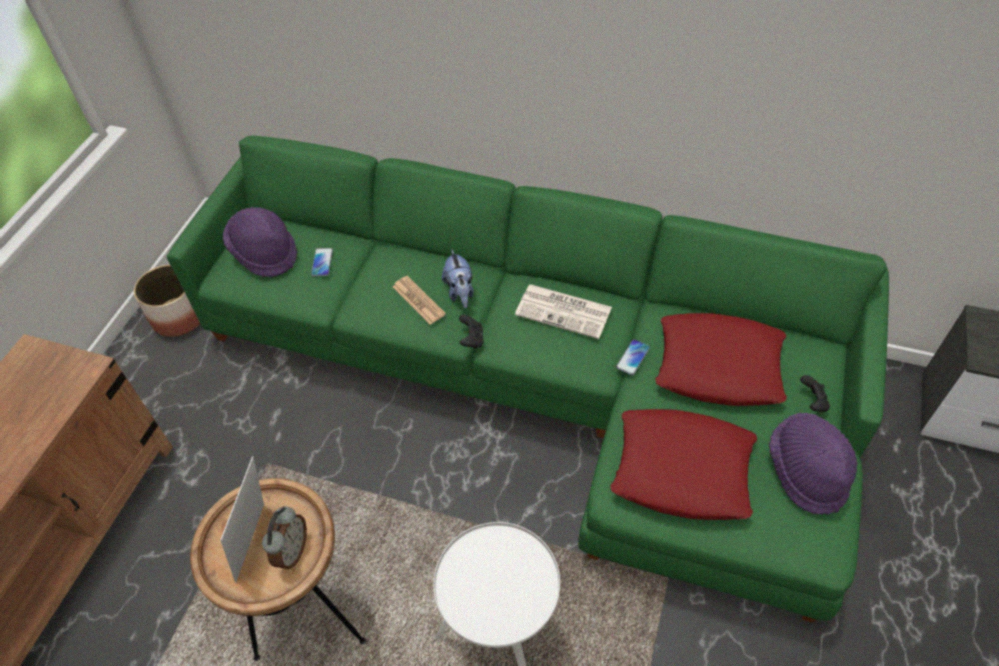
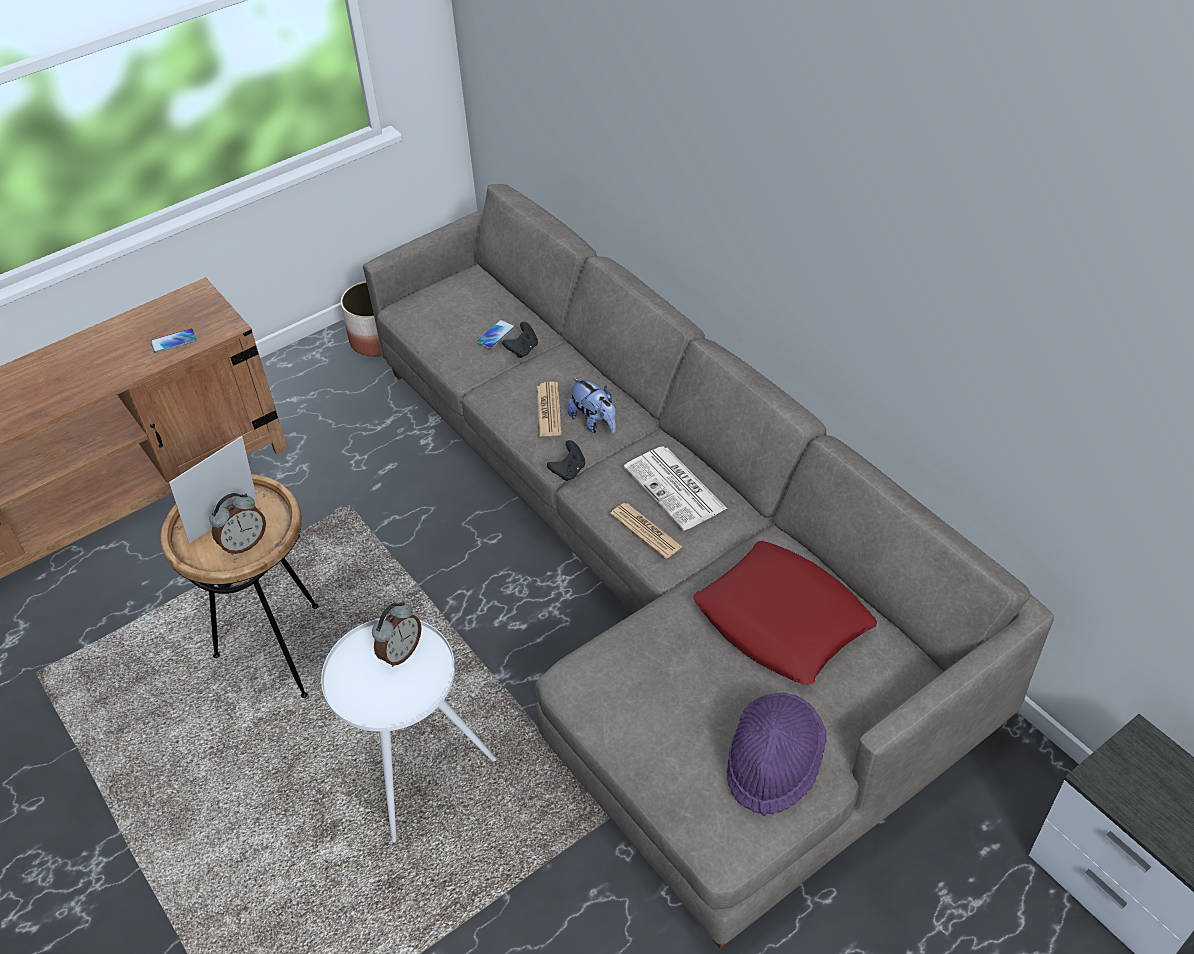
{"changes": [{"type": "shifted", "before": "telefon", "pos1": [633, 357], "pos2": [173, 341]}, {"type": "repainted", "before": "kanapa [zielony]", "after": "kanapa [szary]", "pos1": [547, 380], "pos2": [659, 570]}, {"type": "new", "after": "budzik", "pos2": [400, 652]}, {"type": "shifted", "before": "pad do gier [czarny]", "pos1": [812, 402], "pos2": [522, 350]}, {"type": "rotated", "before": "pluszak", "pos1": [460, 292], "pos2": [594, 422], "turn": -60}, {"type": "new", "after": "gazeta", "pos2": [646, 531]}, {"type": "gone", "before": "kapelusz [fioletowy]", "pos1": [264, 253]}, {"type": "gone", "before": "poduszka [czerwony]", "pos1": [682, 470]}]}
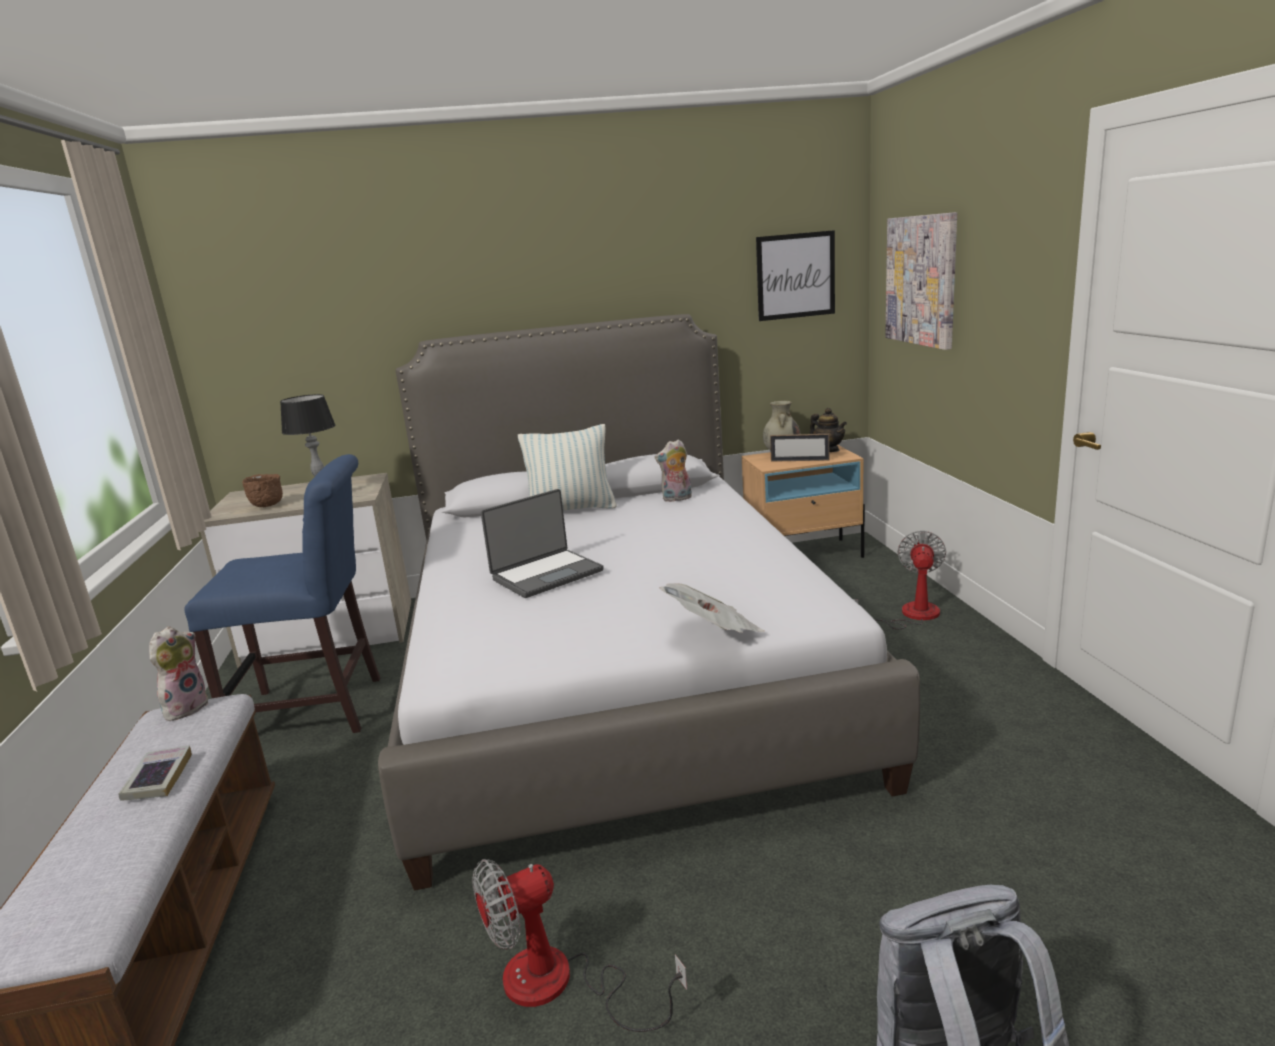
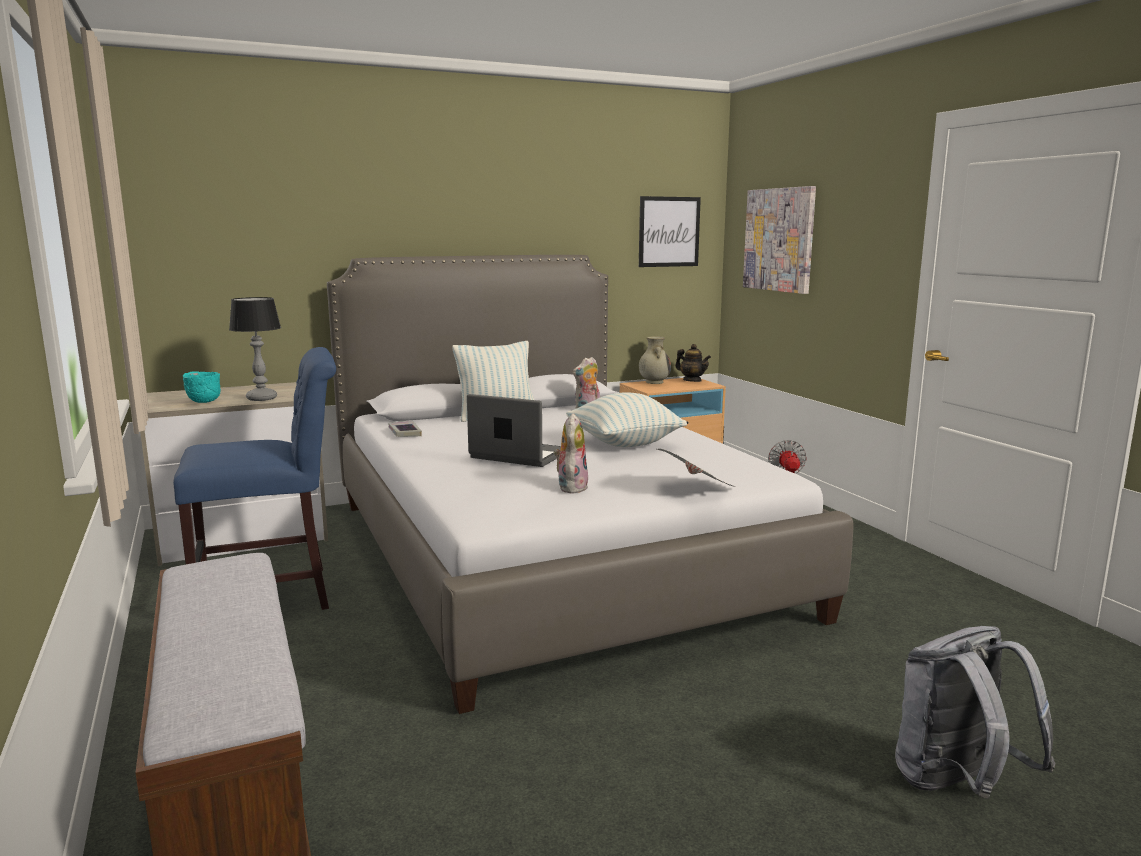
{"changes": [{"type": "repainted", "before": "miska [brązowy]", "after": "miska [turkusowy]", "pos1": [267, 506], "pos2": [203, 402]}, {"type": "shifted", "before": "książka", "pos1": [158, 778], "pos2": [404, 433]}, {"type": "rotated", "before": "laptop", "pos1": [546, 574], "pos2": [517, 456], "turn": -105}, {"type": "shifted", "before": "pluszak", "pos1": [186, 707], "pos2": [571, 487]}, {"type": "new", "after": "poduszka", "pos2": [624, 443]}, {"type": "gone", "before": "wentylator", "pos1": [560, 985]}, {"type": "gone", "before": "ramka na zdjęcie", "pos1": [800, 460]}]}
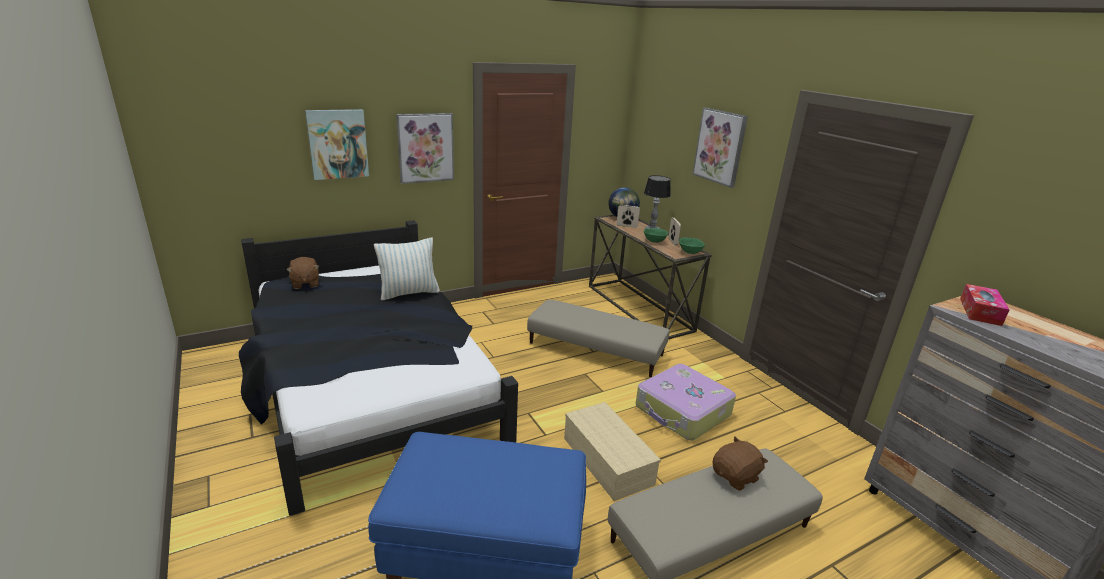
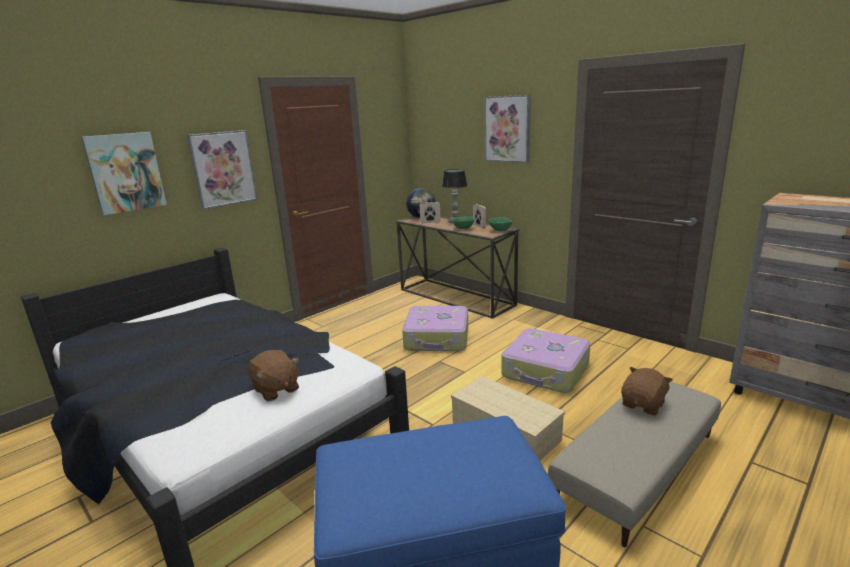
{"changes": [{"type": "shifted", "before": "pluszak [brązowy]", "pos1": [305, 283], "pos2": [276, 389]}, {"type": "swapped", "before": "pufa [beżowy]", "after": "walizka", "pos1": [596, 349], "pos2": [437, 338]}, {"type": "gone", "before": "poduszka", "pos1": [409, 293]}, {"type": "gone", "before": "pudełko chusteczek", "pos1": [980, 312]}]}
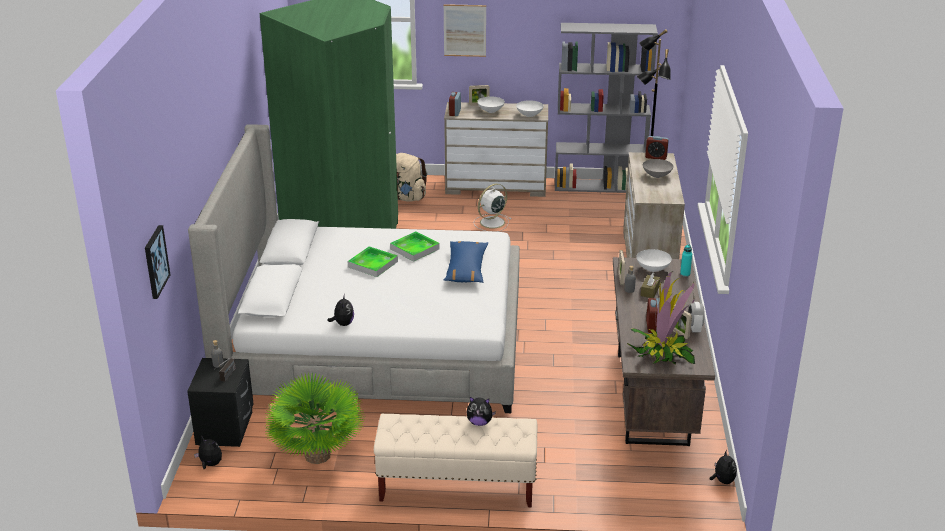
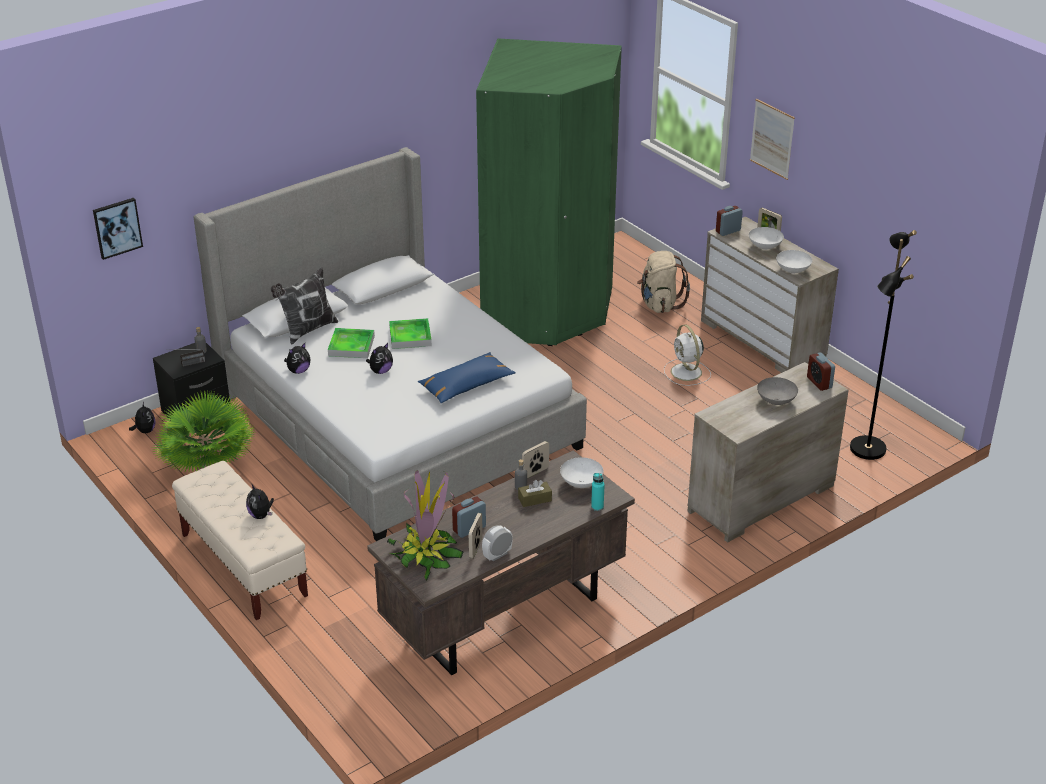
{"changes": [{"type": "new", "after": "poduszka", "pos2": [307, 330]}, {"type": "shifted", "before": "taca", "pos1": [414, 249], "pos2": [351, 346]}, {"type": "shifted", "before": "pluszak", "pos1": [722, 481], "pos2": [380, 371]}, {"type": "rotated", "before": "wentylator [biały]", "pos1": [491, 223], "pos2": [687, 373], "turn": -120}, {"type": "gone", "before": "regał [szary]", "pos1": [599, 186]}]}
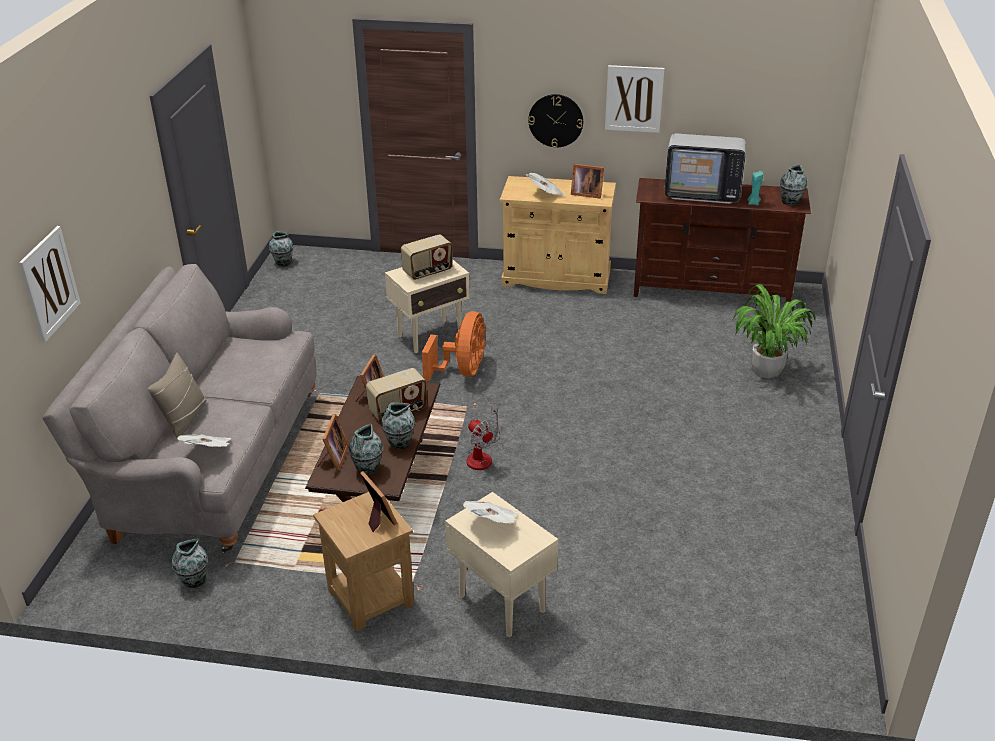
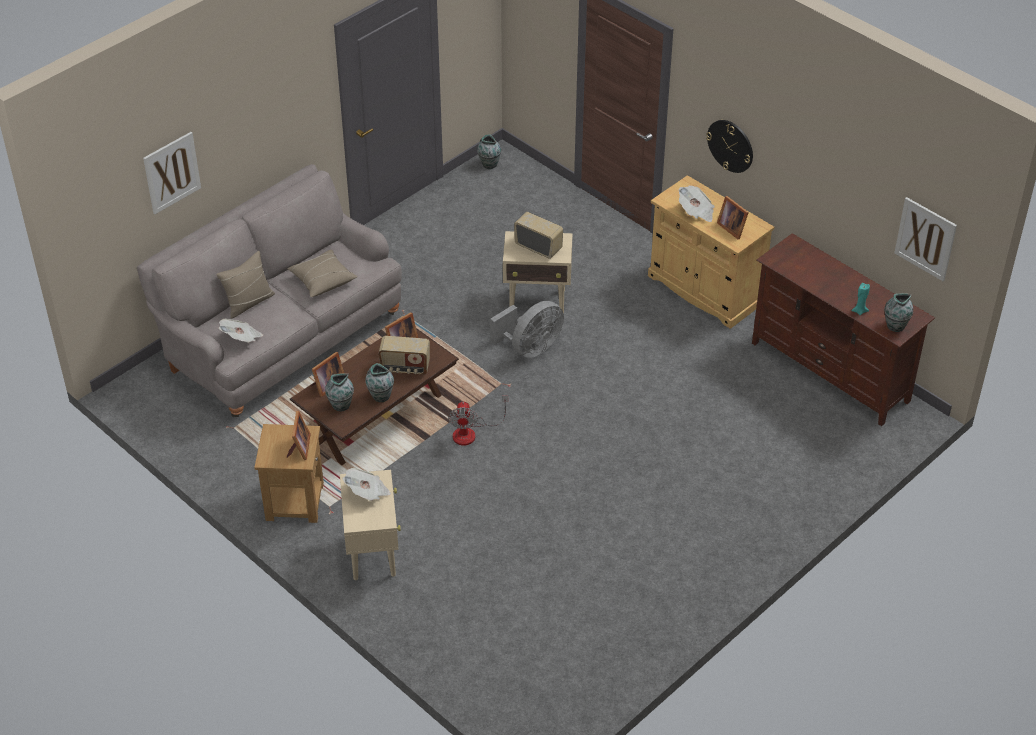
{"changes": [{"type": "new", "after": "poduszka [beżowy]", "pos2": [322, 280]}, {"type": "repainted", "before": "wentylator [pomarańczowy]", "after": "wentylator [szary]", "pos1": [462, 371], "pos2": [530, 348]}, {"type": "rotated", "before": "radio", "pos1": [428, 272], "pos2": [538, 247], "turn": -150}, {"type": "shifted", "before": "obraz", "pos1": [634, 99], "pos2": [925, 238]}, {"type": "gone", "before": "wazon", "pos1": [194, 581]}, {"type": "gone", "before": "telewizor", "pos1": [702, 192]}, {"type": "gone", "before": "roślina doniczkowa", "pos1": [767, 370]}]}
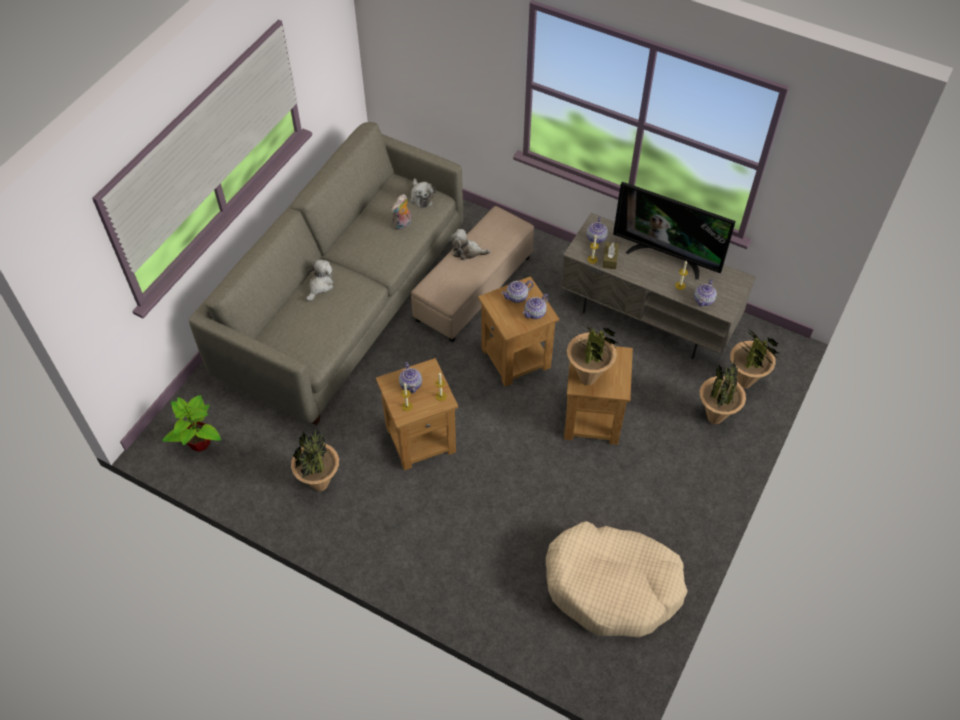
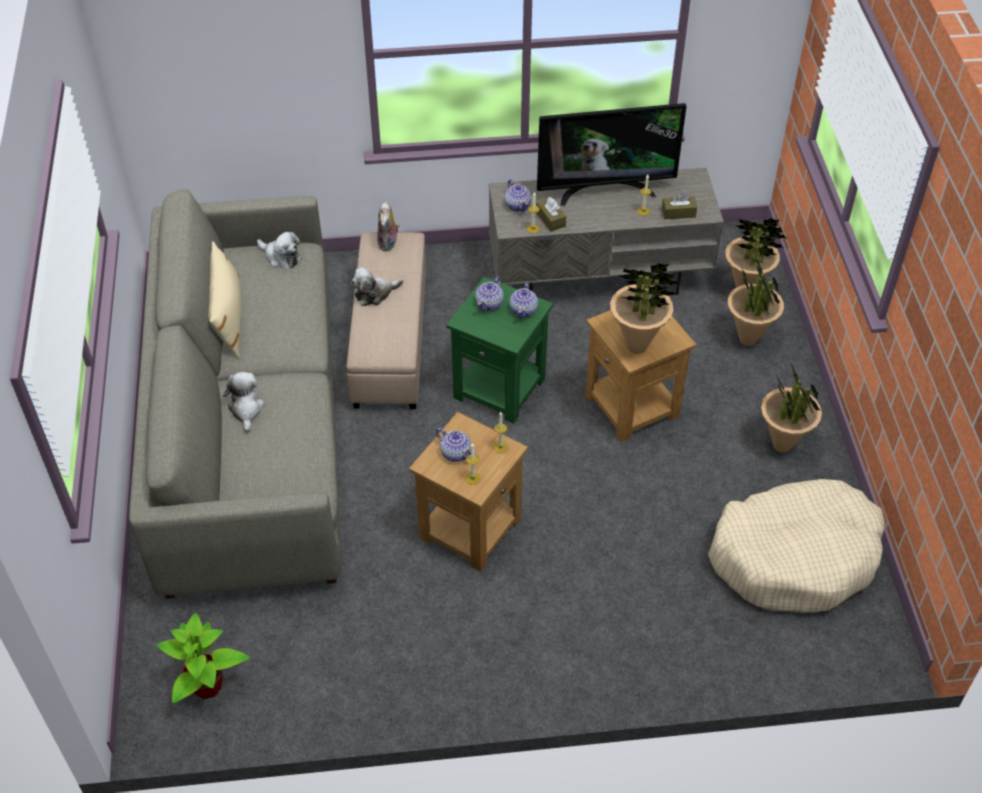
{"changes": [{"type": "new", "after": "poduszka [beżowy]", "pos2": [229, 317]}, {"type": "shifted", "before": "pluszak", "pos1": [402, 225], "pos2": [389, 244]}, {"type": "repainted", "before": "stolik [brązowy]", "after": "stolik [zielony]", "pos1": [516, 358], "pos2": [500, 388]}, {"type": "swapped", "before": "imbryk", "after": "pudełko chusteczek [brązowy]", "pos1": [704, 300], "pos2": [678, 213]}, {"type": "shifted", "before": "roślina doniczkowa", "pos1": [320, 485], "pos2": [782, 445]}]}
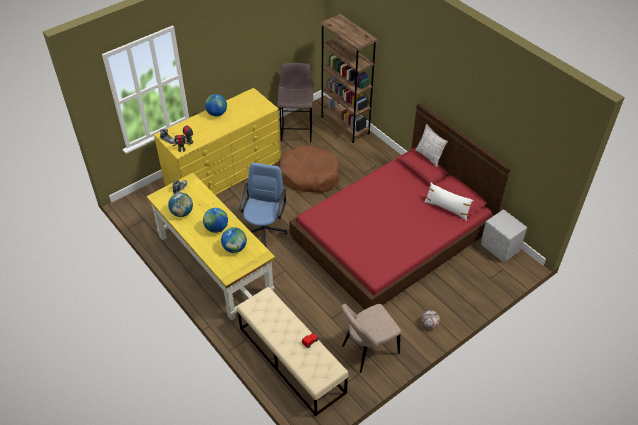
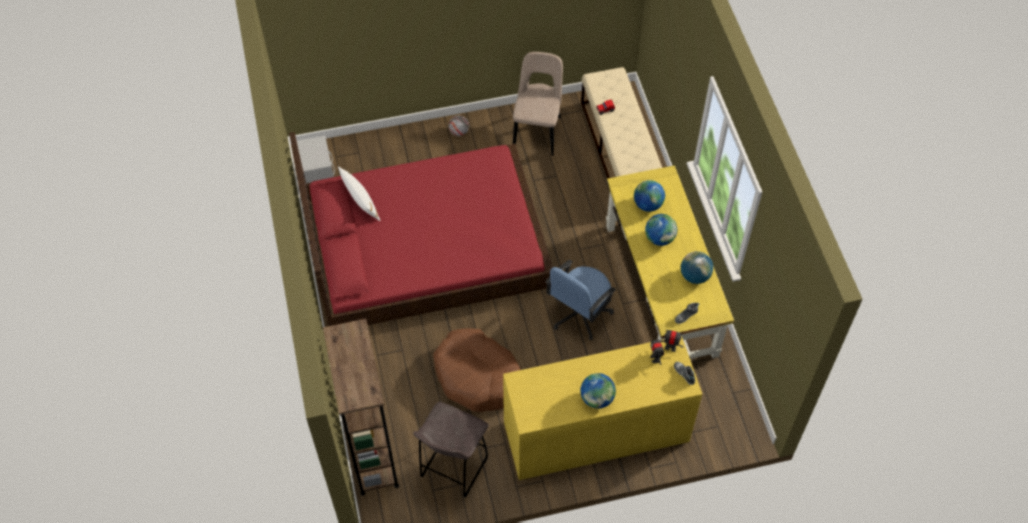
{"changes": [{"type": "rotated", "before": "krzesło [beżowy]", "pos1": [367, 351], "pos2": [538, 131], "turn": -75}, {"type": "gone", "before": "poduszka", "pos1": [429, 157]}]}
